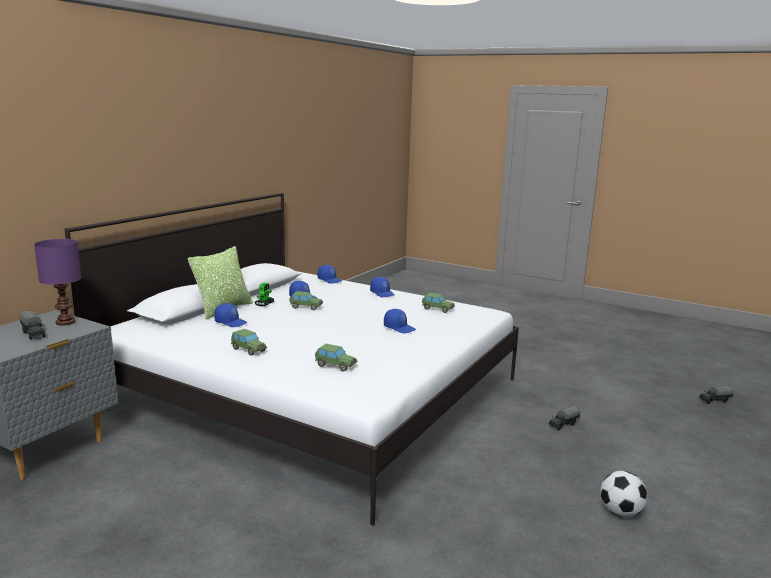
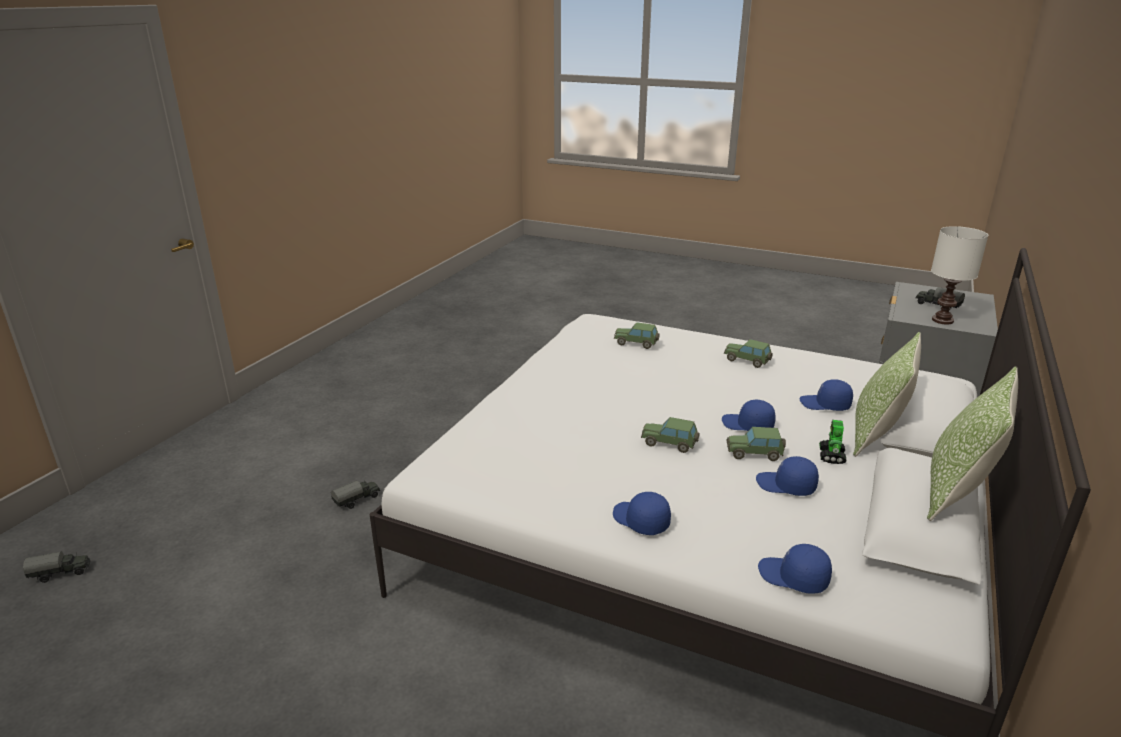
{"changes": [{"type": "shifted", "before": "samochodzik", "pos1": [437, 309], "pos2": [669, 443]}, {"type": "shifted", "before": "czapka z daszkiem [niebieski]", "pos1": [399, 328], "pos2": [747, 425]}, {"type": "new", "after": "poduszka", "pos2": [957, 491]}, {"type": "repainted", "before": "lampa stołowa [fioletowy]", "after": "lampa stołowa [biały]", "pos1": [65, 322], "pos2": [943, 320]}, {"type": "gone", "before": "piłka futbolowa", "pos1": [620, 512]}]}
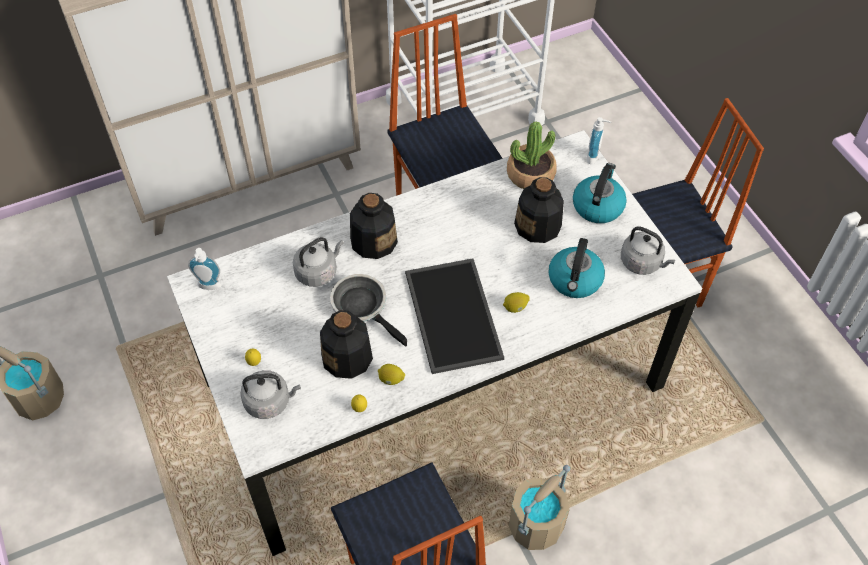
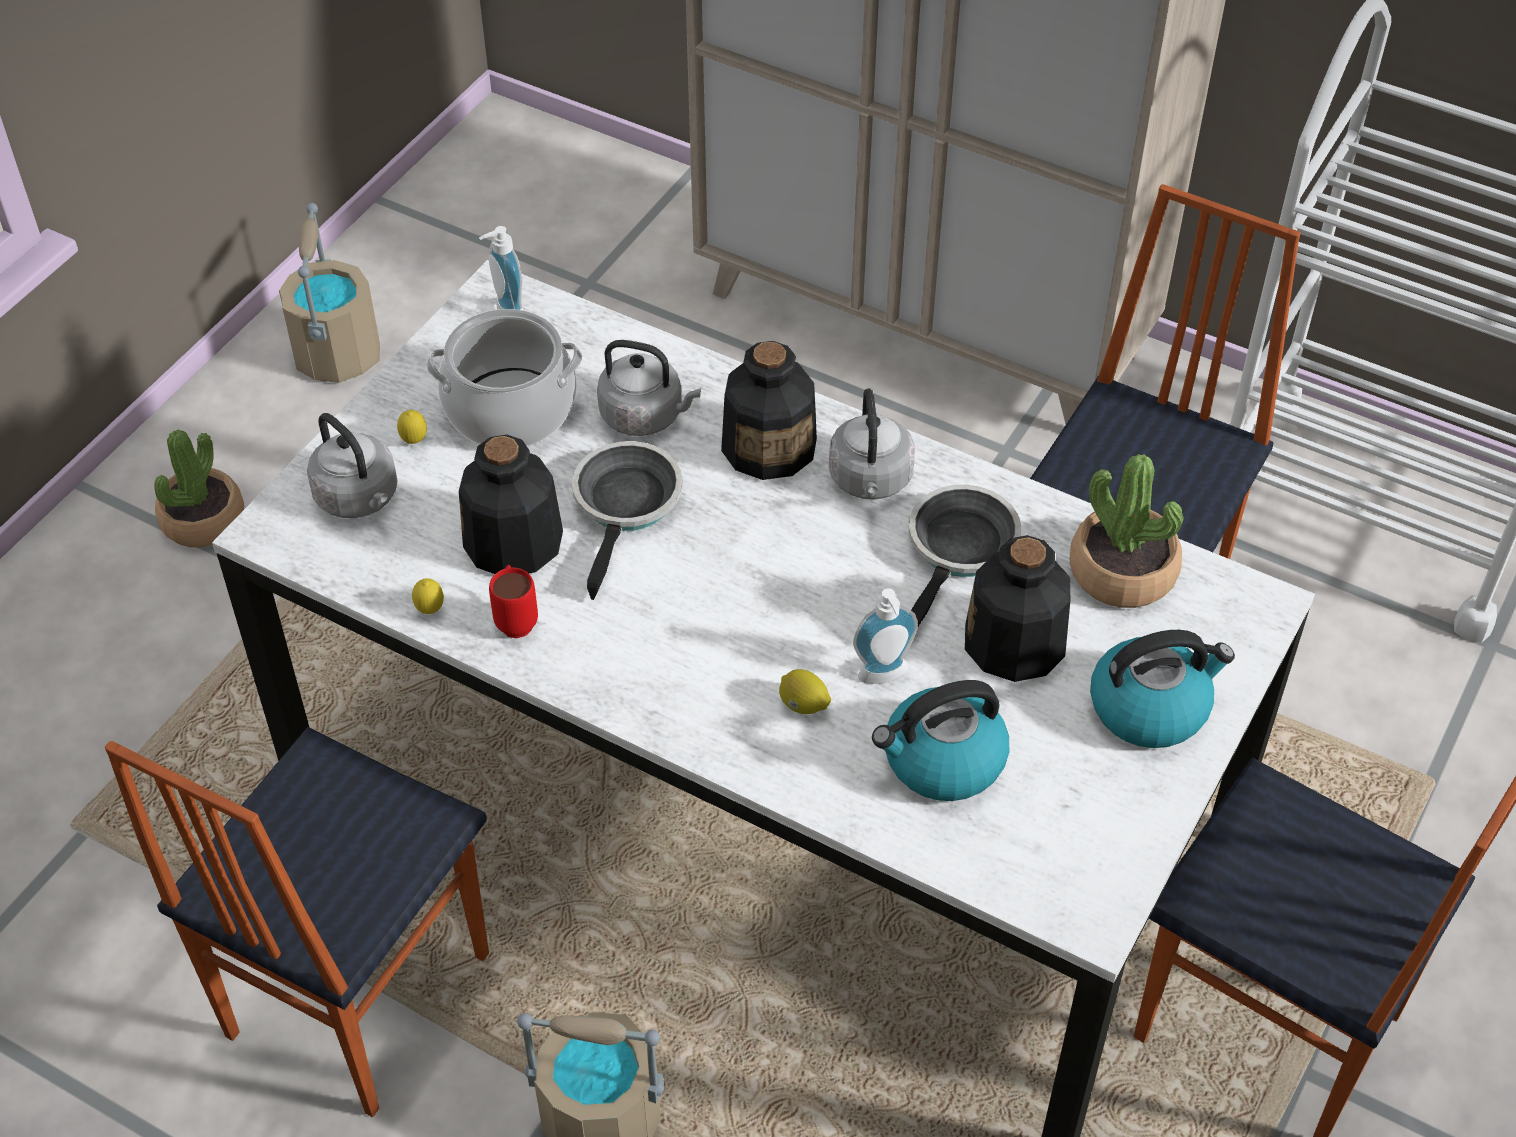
{"changes": [{"type": "new", "after": "roślina doniczkowa", "pos2": [203, 520]}, {"type": "new", "after": "garnek", "pos2": [510, 410]}, {"type": "swapped", "before": "cytryna", "after": "kubek [czerwony]", "pos1": [391, 379], "pos2": [516, 619]}, {"type": "shifted", "before": "czajnik [szary]", "pos1": [642, 263], "pos2": [870, 481]}, {"type": "shifted", "before": "dozownik mydła", "pos1": [595, 157], "pos2": [884, 677]}, {"type": "new", "after": "patelnia", "pos2": [959, 551]}, {"type": "gone", "before": "taca", "pos1": [450, 314]}]}
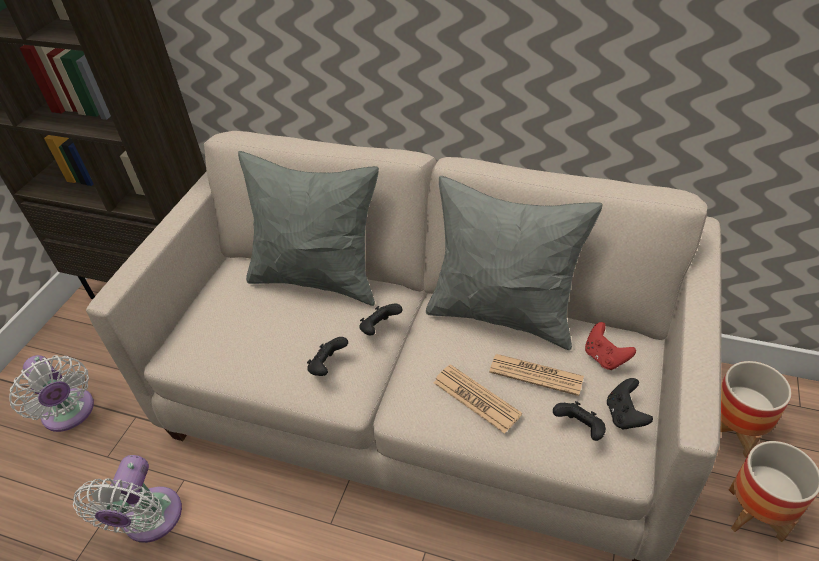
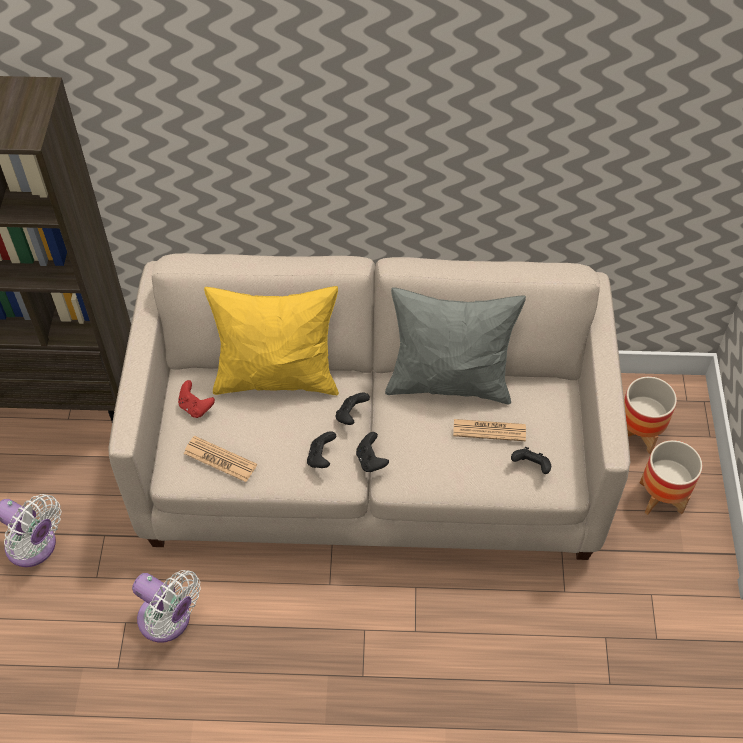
{"changes": [{"type": "rotated", "before": "wentylator [biały]", "pos1": [150, 521], "pos2": [168, 621], "turn": -45}, {"type": "shifted", "before": "pad do gier [czerwony]", "pos1": [605, 357], "pos2": [195, 407]}, {"type": "shifted", "before": "gazeta", "pos1": [476, 398], "pos2": [220, 459]}, {"type": "repainted", "before": "poduszka [szary]", "after": "poduszka [żółty]", "pos1": [318, 278], "pos2": [277, 378]}, {"type": "shifted", "before": "pad do gier [czarny]", "pos1": [625, 415], "pos2": [371, 460]}]}
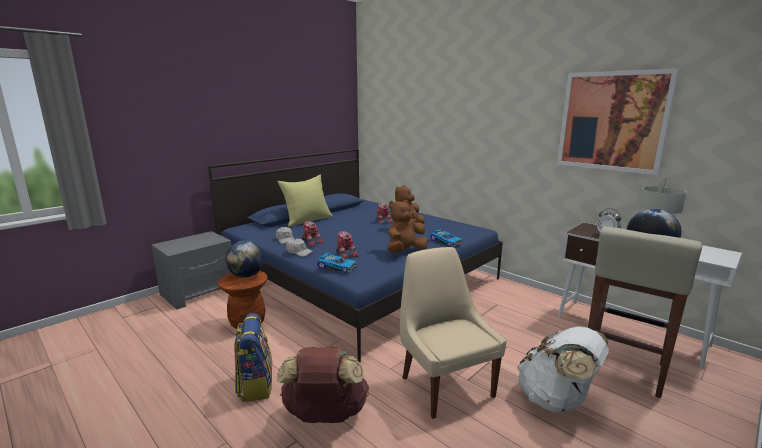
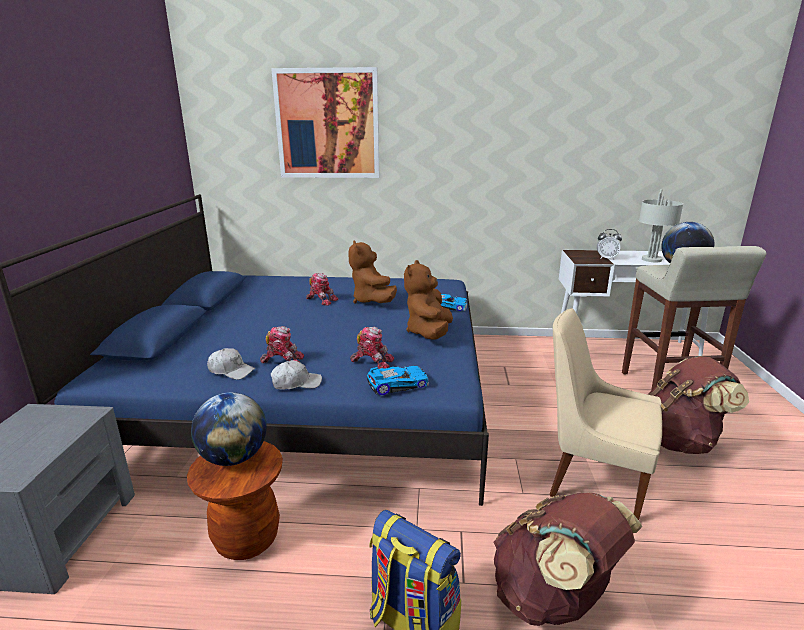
{"changes": [{"type": "shifted", "before": "obraz", "pos1": [612, 121], "pos2": [327, 124]}, {"type": "repainted", "before": "plecak [biały]", "after": "plecak [brązowy]", "pos1": [556, 400], "pos2": [677, 441]}, {"type": "gone", "before": "poduszka [żółty]", "pos1": [307, 220]}]}
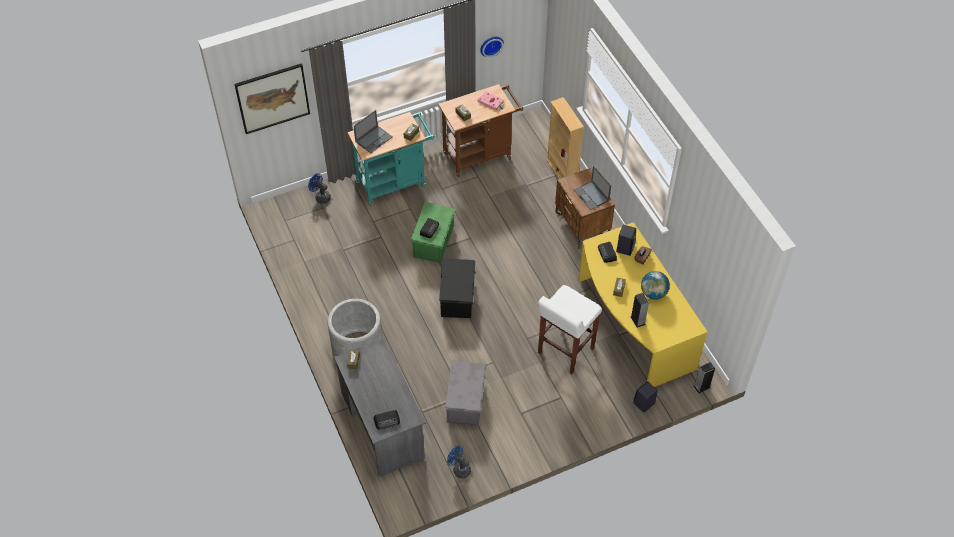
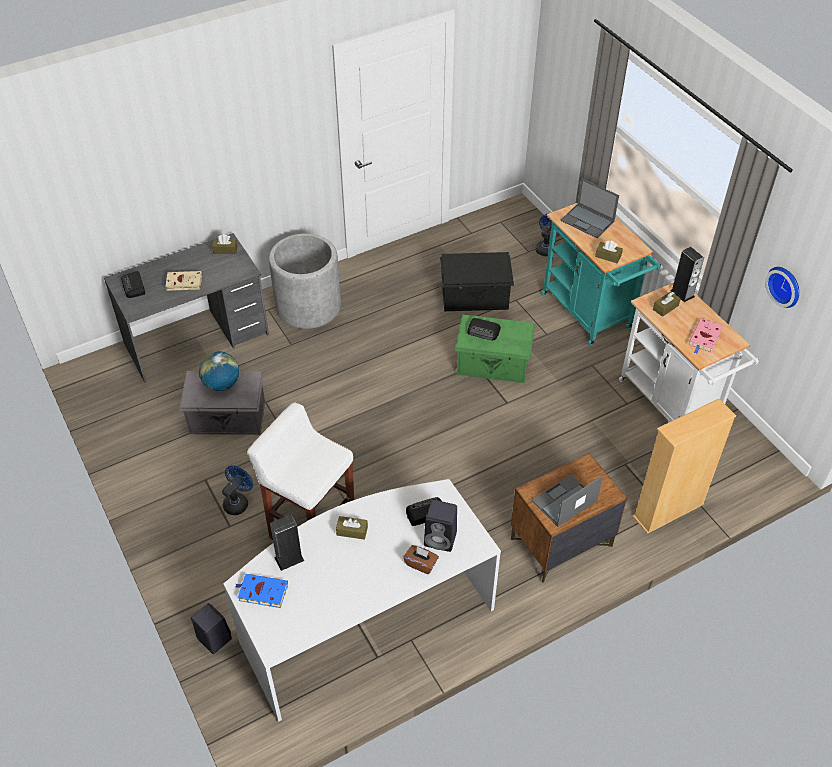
{"changes": [{"type": "new", "after": "książka [beżowy]", "pos2": [183, 283]}, {"type": "shifted", "before": "globus", "pos1": [653, 293], "pos2": [221, 384]}, {"type": "shifted", "before": "wentylator [niebieski]", "pos1": [459, 469], "pos2": [238, 502]}, {"type": "repainted", "before": "biurko [żółty]", "after": "biurko [biały]", "pos1": [632, 325], "pos2": [364, 619]}, {"type": "new", "after": "książka [niebieski]", "pos2": [262, 592]}, {"type": "shifted", "before": "pojemnik do przechowywania [czarny]", "pos1": [458, 297], "pos2": [475, 297]}, {"type": "repainted", "before": "wózek [brązowy]", "after": "wózek [biały]", "pos1": [481, 154], "pos2": [672, 404]}, {"type": "shifted", "before": "głośnik", "pos1": [701, 386], "pos2": [682, 293]}, {"type": "gone", "before": "obraz", "pos1": [272, 98]}]}
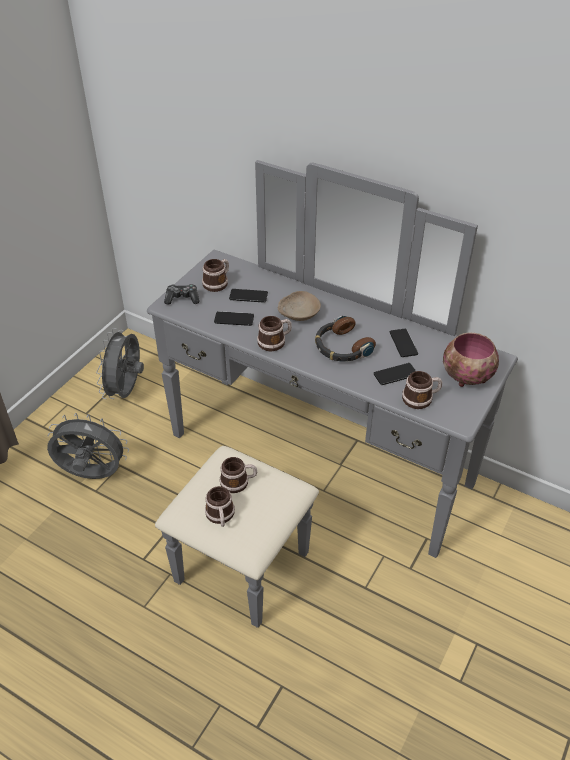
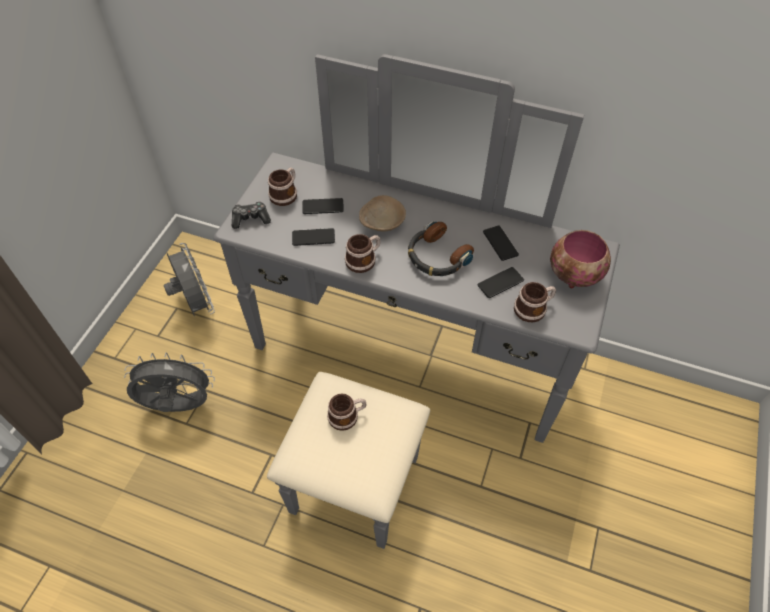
{"changes": [{"type": "rotated", "before": "wentylator [szary]", "pos1": [126, 391], "pos2": [196, 304], "turn": 150}, {"type": "gone", "before": "kubek", "pos1": [220, 516]}]}
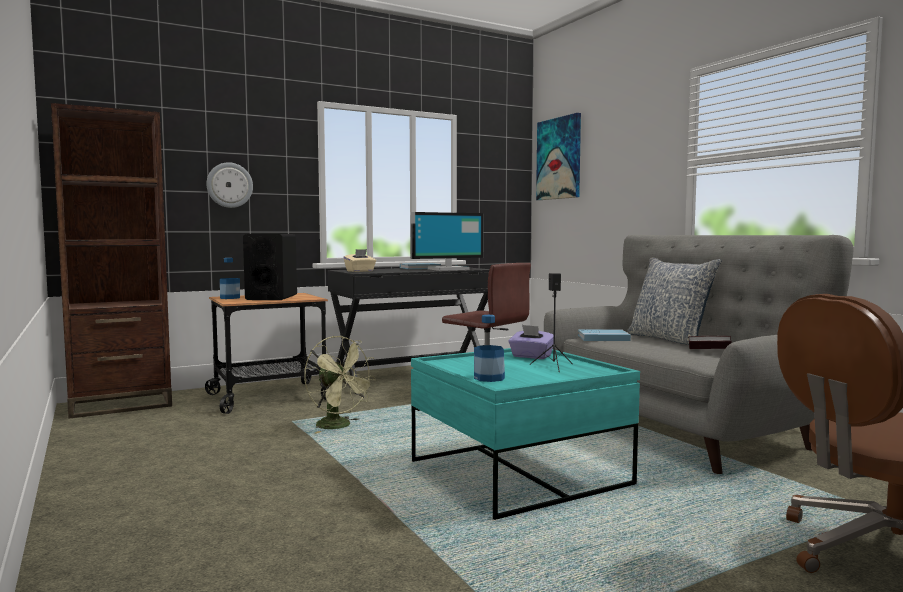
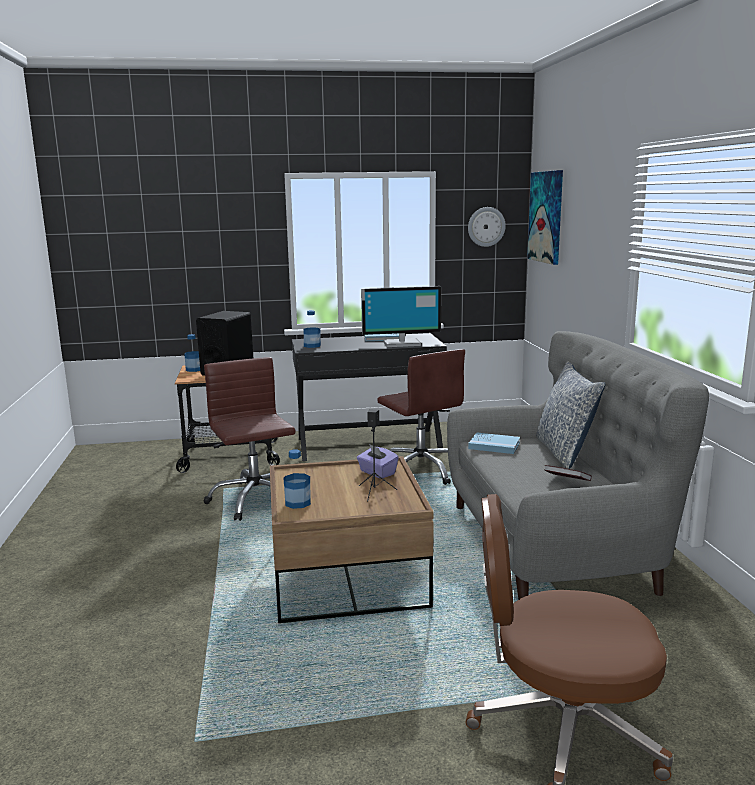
{"changes": [{"type": "swapped", "before": "wentylator [zielony]", "after": "krzesło biurowe [brązowy]", "pos1": [339, 426], "pos2": [255, 499]}, {"type": "repainted", "before": "ława [turkusowy]", "after": "ława [brązowy]", "pos1": [519, 473], "pos2": [347, 576]}, {"type": "swapped", "before": "pudełko chusteczek [beżowy]", "after": "butelka", "pos1": [360, 271], "pos2": [312, 346]}, {"type": "shifted", "before": "zegar ścienny", "pos1": [229, 185], "pos2": [486, 226]}, {"type": "gone", "before": "regał [brązowy]", "pos1": [121, 405]}]}
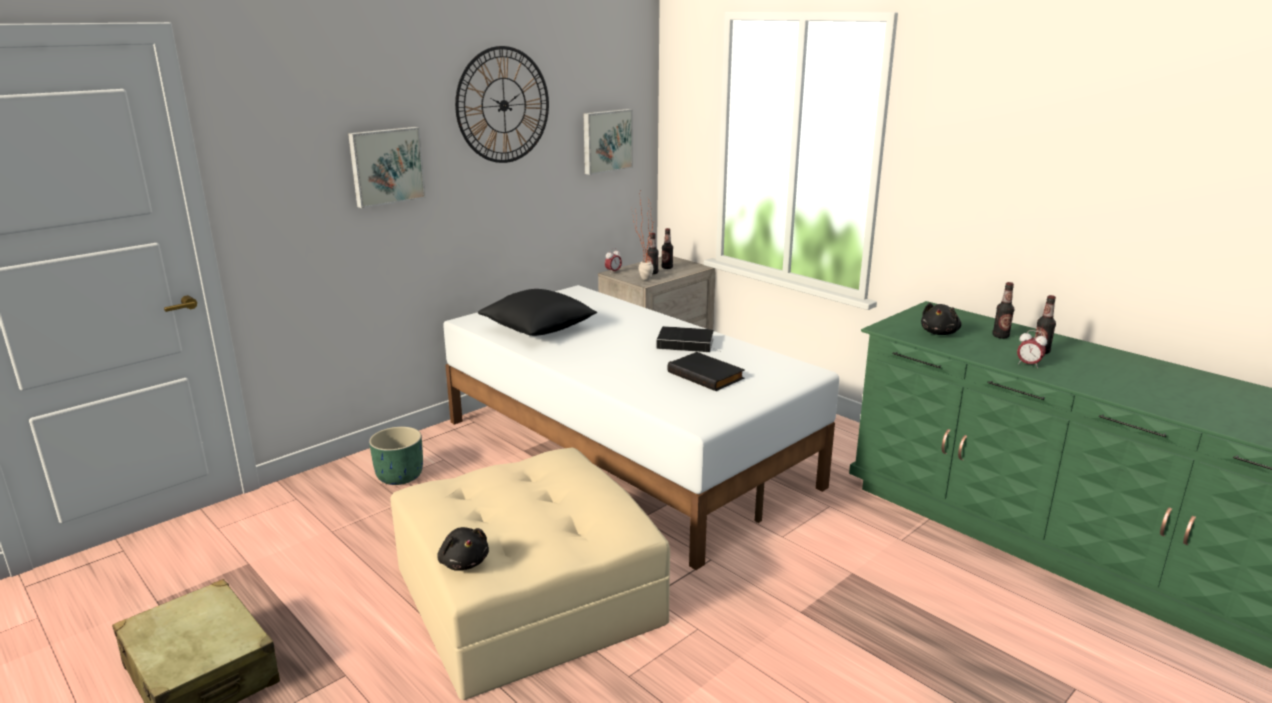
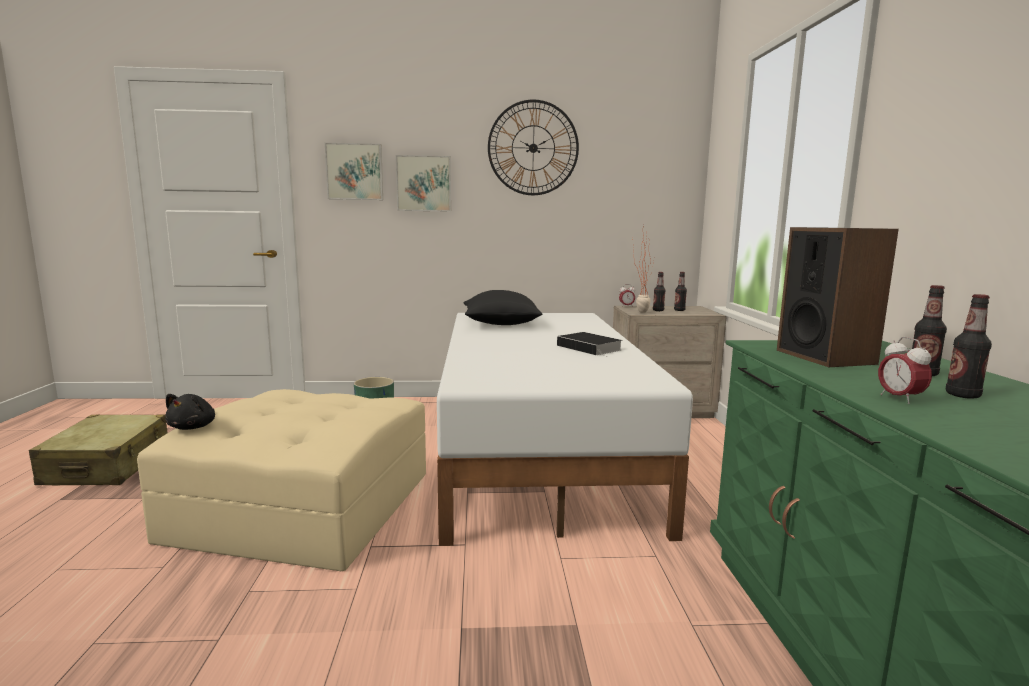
{"changes": [{"type": "shifted", "before": "obraz", "pos1": [606, 141], "pos2": [355, 172]}, {"type": "swapped", "before": "pluszak [czarny]", "after": "głośnik", "pos1": [939, 333], "pos2": [825, 357]}, {"type": "gone", "before": "książka [czarny]", "pos1": [707, 375]}]}
